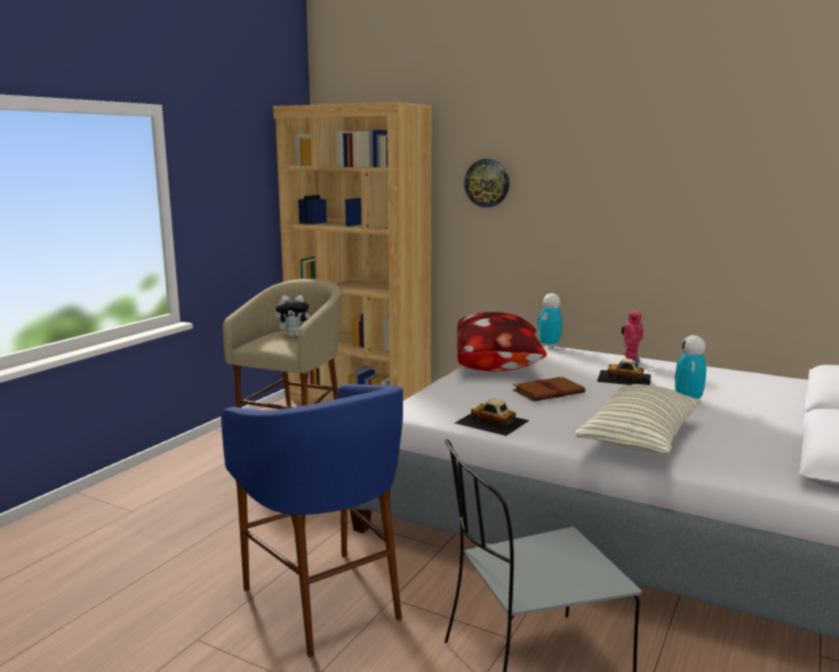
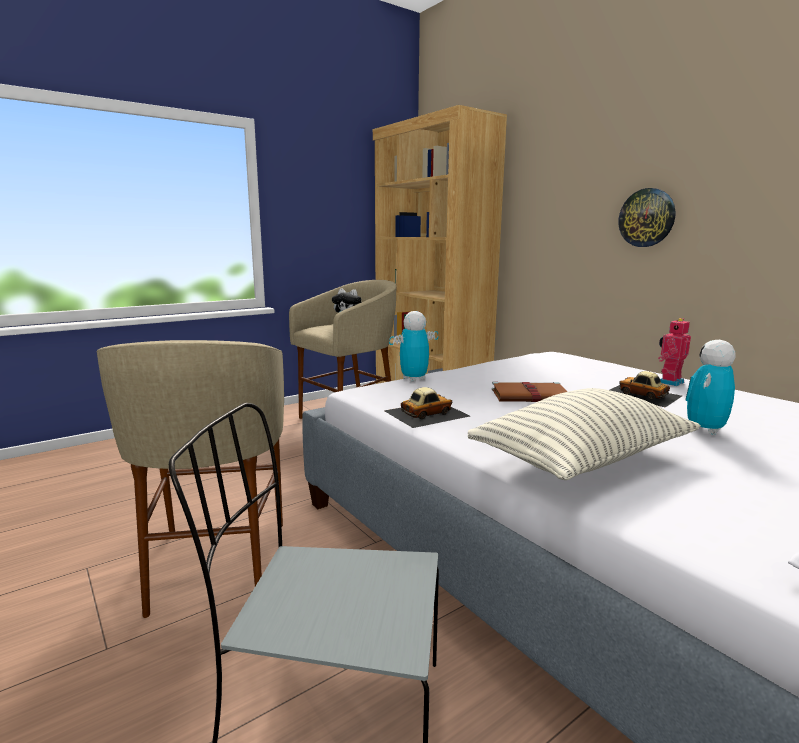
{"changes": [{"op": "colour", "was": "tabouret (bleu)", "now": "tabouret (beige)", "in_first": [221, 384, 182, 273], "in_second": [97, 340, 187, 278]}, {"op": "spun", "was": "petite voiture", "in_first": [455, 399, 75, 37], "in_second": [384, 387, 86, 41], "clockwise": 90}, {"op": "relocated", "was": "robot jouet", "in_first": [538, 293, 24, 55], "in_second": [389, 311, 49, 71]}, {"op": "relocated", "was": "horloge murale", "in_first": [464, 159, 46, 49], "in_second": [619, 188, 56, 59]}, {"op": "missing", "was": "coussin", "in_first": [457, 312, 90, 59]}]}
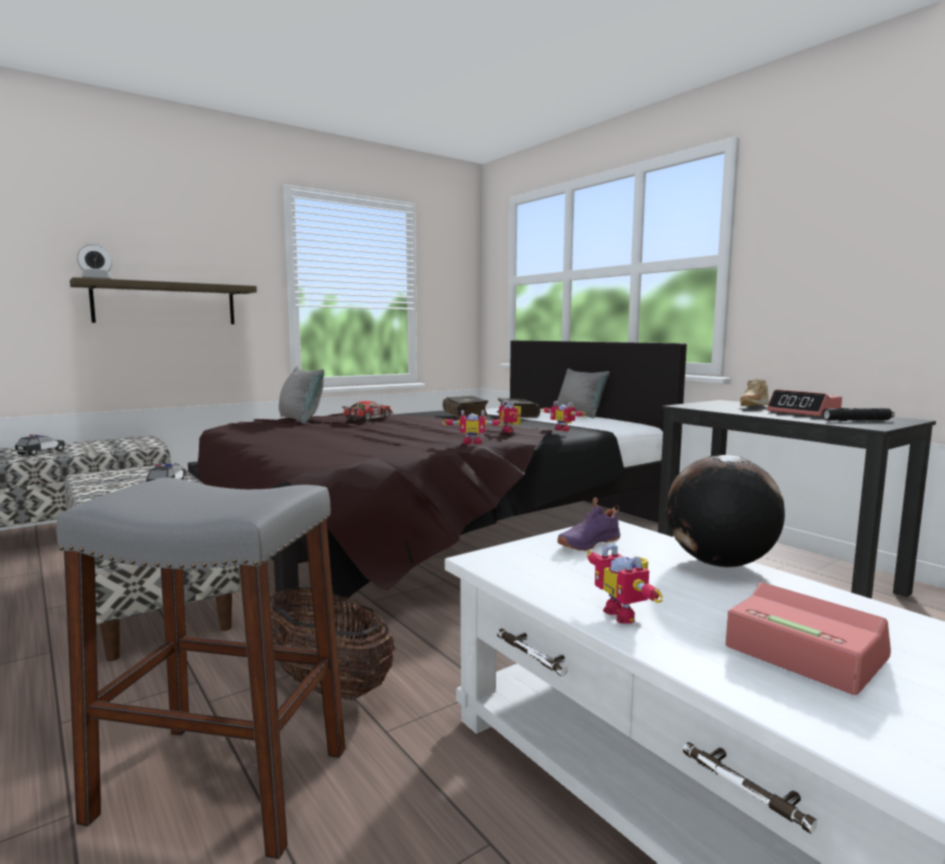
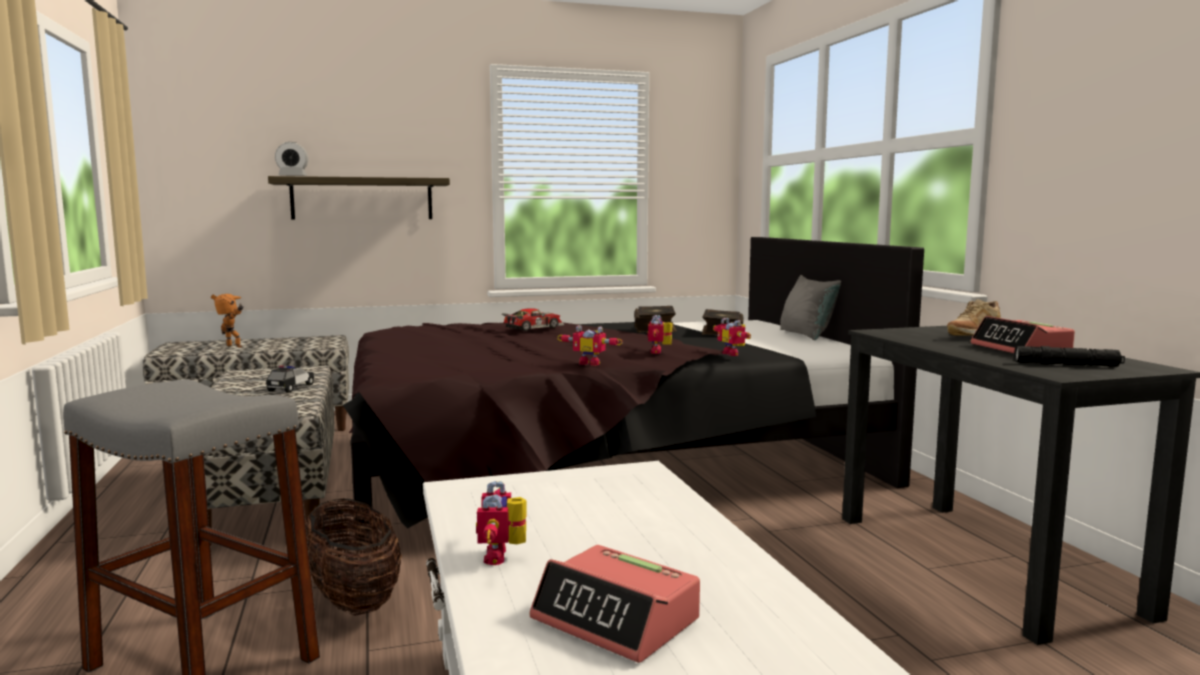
{"changes": [{"op": "exchanged", "was": "petite voiture", "now": "robot jouet", "in_first": [15, 434, 50, 22], "in_second": [211, 294, 32, 54]}, {"op": "spun", "was": "réveil", "in_first": [726, 582, 165, 113], "in_second": [529, 545, 171, 118], "clockwise": 150}, {"op": "missing", "was": "coussin (gris)", "in_first": [279, 367, 45, 56]}, {"op": "missing", "was": "chaussure (violet)", "in_first": [557, 497, 64, 54]}, {"op": "missing", "was": "globe", "in_first": [666, 455, 119, 113]}]}
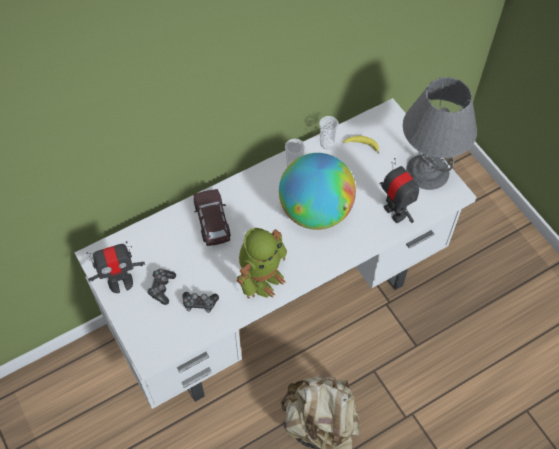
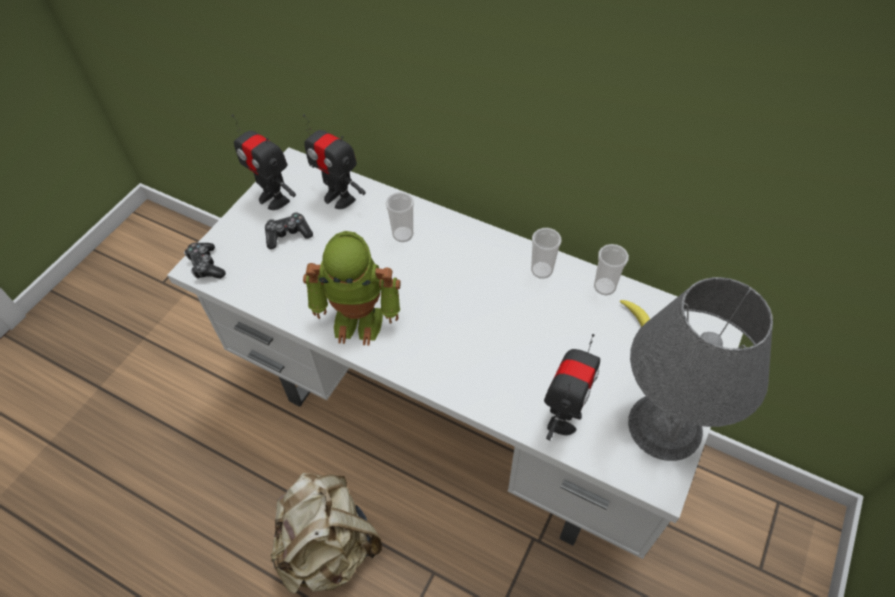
{"changes": [{"op": "relocated", "was": "manette", "in_first": [182, 292, 37, 21], "in_second": [184, 242, 42, 37]}, {"op": "appeared", "now": "robot jouet", "in_second": [303, 114, 62, 95]}, {"op": "exchanged", "was": "petite voiture (marron)", "now": "tasse", "in_first": [193, 189, 38, 57], "in_second": [386, 192, 28, 50]}, {"op": "missing", "was": "globe", "in_first": [279, 153, 77, 77]}]}
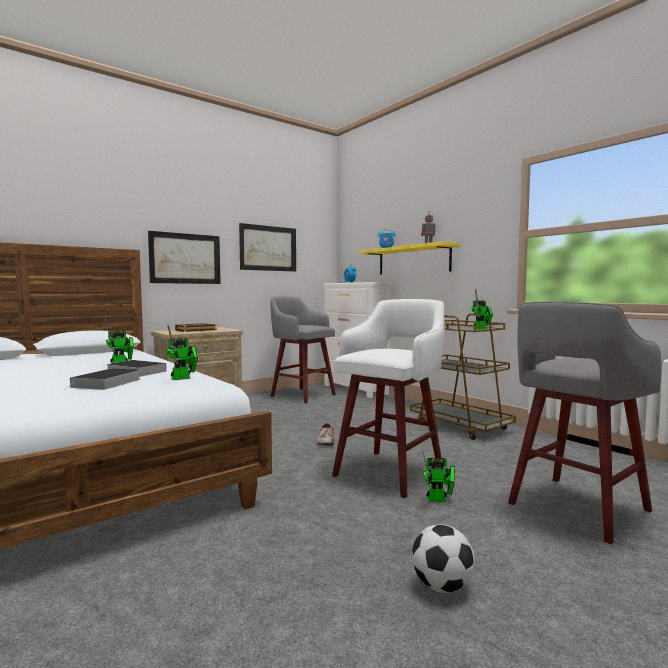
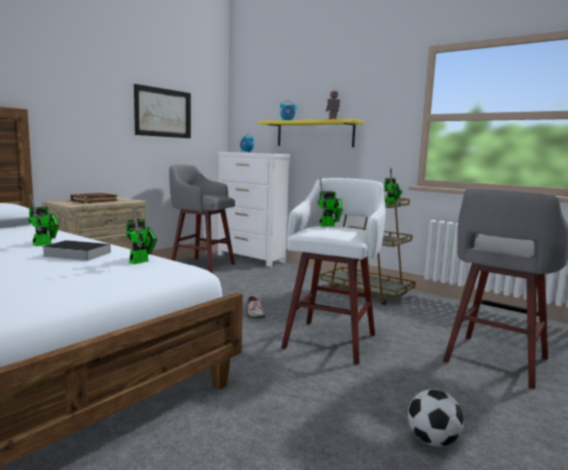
{"changes": [{"op": "relocated", "was": "robot jouet", "in_first": [422, 449, 33, 53], "in_second": [317, 178, 26, 49]}, {"op": "missing", "was": "livre", "in_first": [64, 368, 77, 22]}, {"op": "missing", "was": "tableau", "in_first": [148, 231, 73, 53]}]}
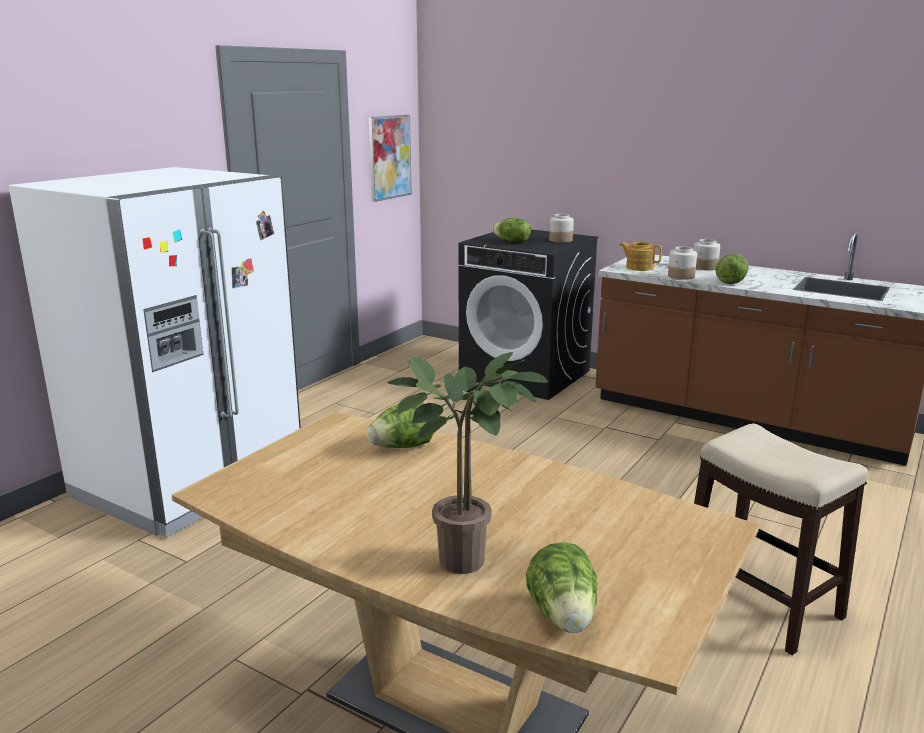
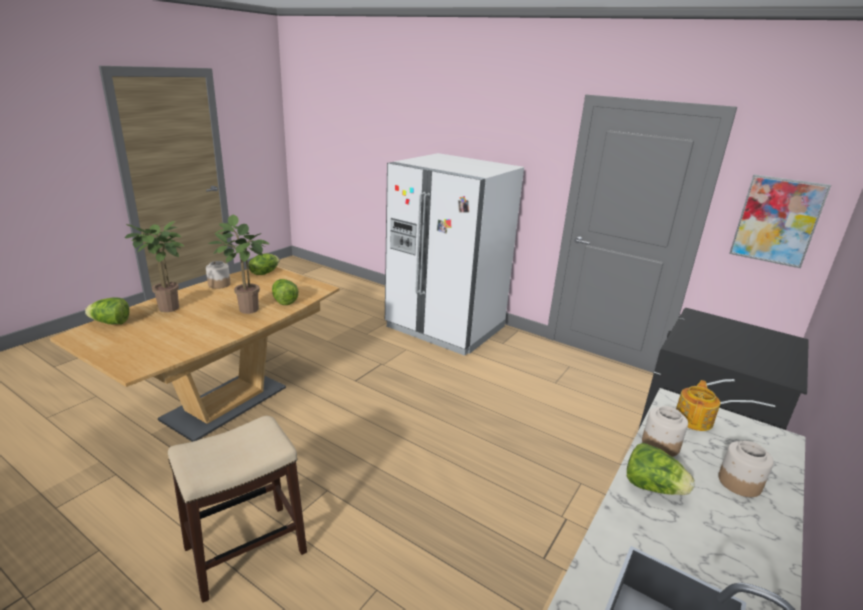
{"changes": [{"op": "relocated", "was": "bocal", "in_first": [549, 214, 25, 29], "in_second": [206, 261, 25, 28]}, {"op": "appeared", "now": "plante en pot", "in_second": [208, 215, 61, 99]}, {"op": "relocated", "was": "laitue", "in_first": [492, 218, 39, 24], "in_second": [248, 253, 31, 22]}]}
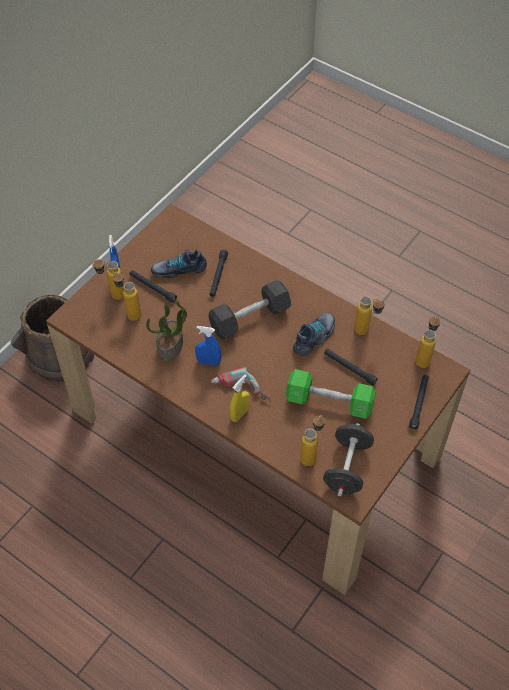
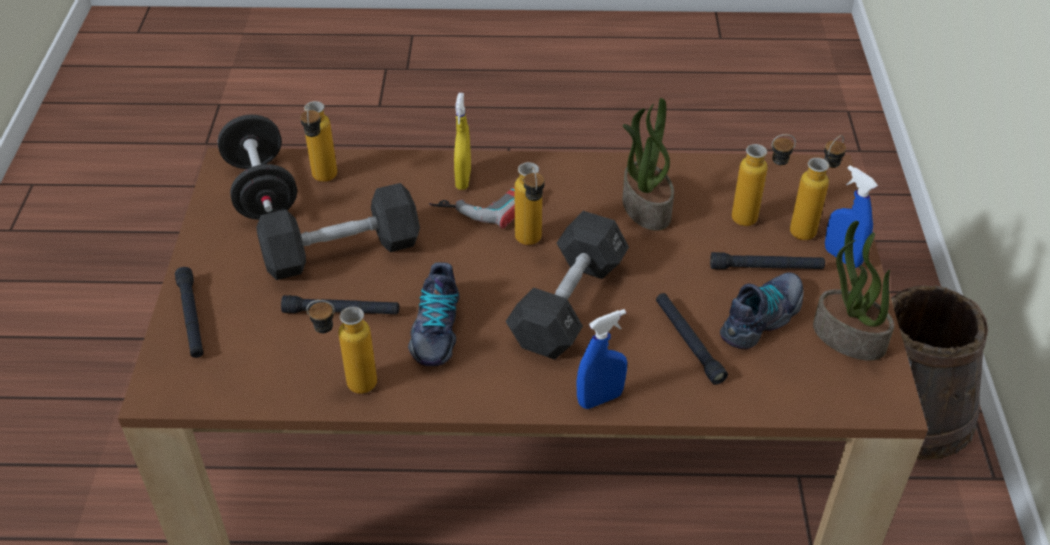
{"changes": [{"op": "colour", "was": "haltère (vert)", "now": "haltère (noir)", "in_first": [286, 369, 90, 50], "in_second": [256, 183, 164, 97]}, {"op": "relocated", "was": "bouteille", "in_first": [416, 315, 24, 53], "in_second": [515, 162, 30, 83]}, {"op": "relocated", "was": "vaporisateur (bleu)", "in_first": [195, 326, 26, 40], "in_second": [577, 309, 50, 100]}, {"op": "appeared", "now": "plante en pot", "in_second": [813, 221, 81, 140]}]}
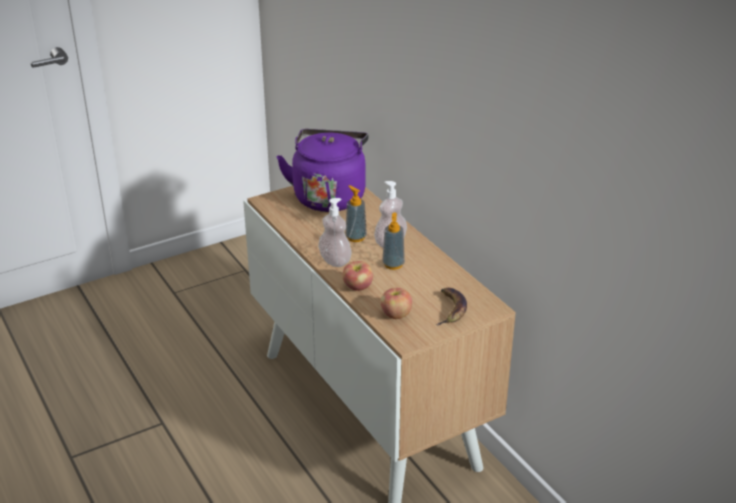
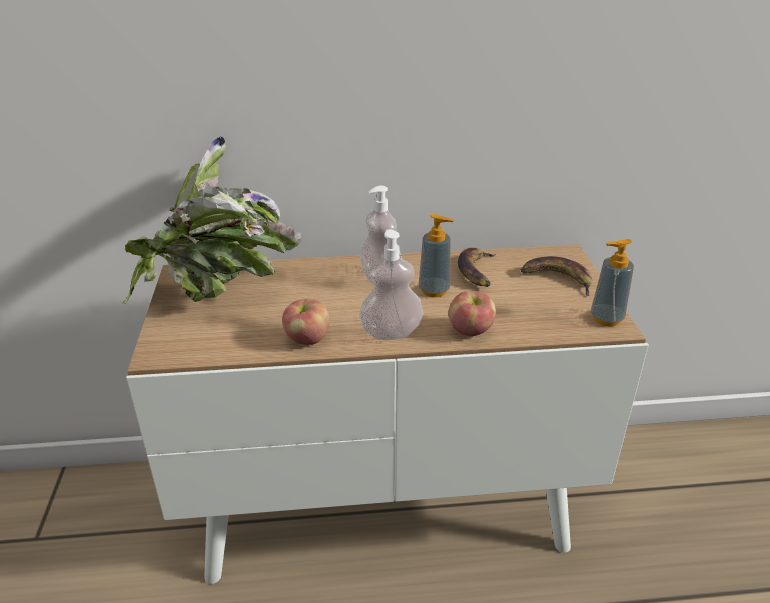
{"changes": [{"op": "exchanged", "was": "bouilloire (violet)", "now": "plante en pot", "in_first": [276, 129, 93, 83], "in_second": [121, 137, 180, 167]}, {"op": "relocated", "was": "pomme", "in_first": [380, 288, 32, 31], "in_second": [282, 299, 47, 46]}, {"op": "appeared", "now": "banane", "in_second": [458, 247, 38, 40]}, {"op": "relocated", "was": "distributeur de savon", "in_first": [345, 185, 22, 57], "in_second": [591, 239, 43, 87]}]}
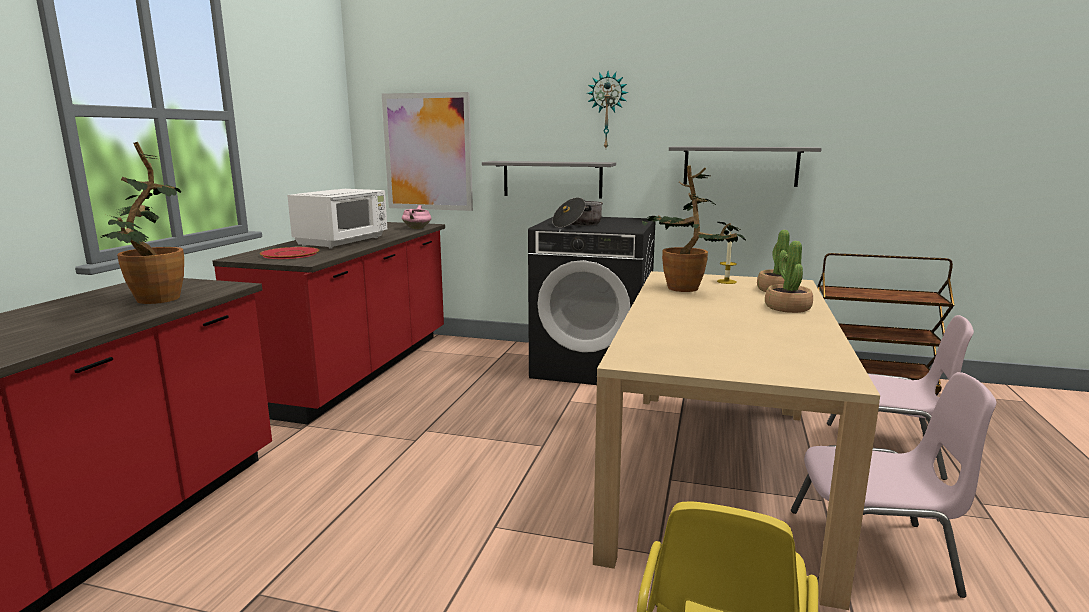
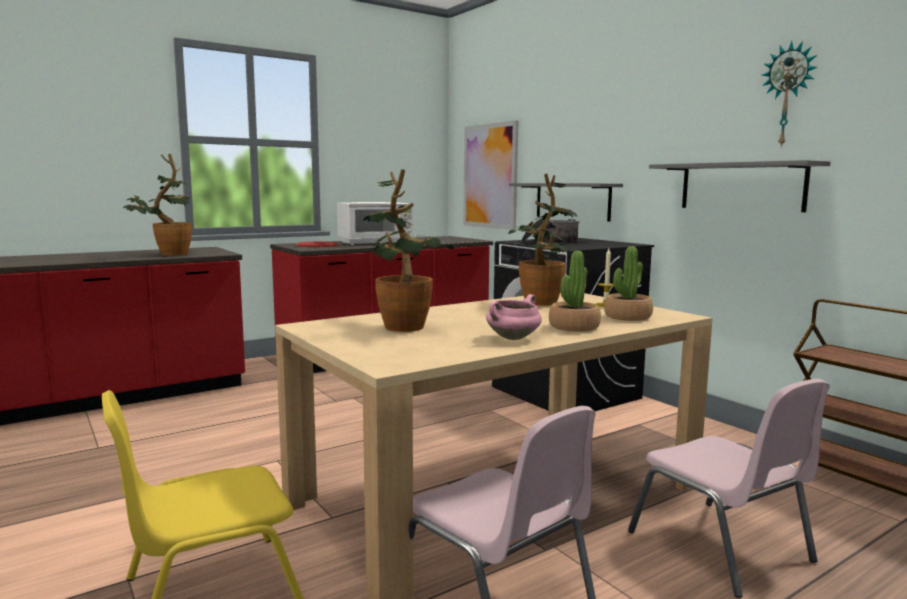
{"changes": [{"op": "appeared", "now": "plante en pot", "in_second": [363, 169, 91, 163]}, {"op": "relocated", "was": "marmite (rose)", "in_first": [402, 205, 29, 24], "in_second": [486, 294, 56, 46]}, {"op": "relocated", "was": "horloge murale", "in_first": [587, 71, 42, 77], "in_second": [762, 41, 55, 107]}]}
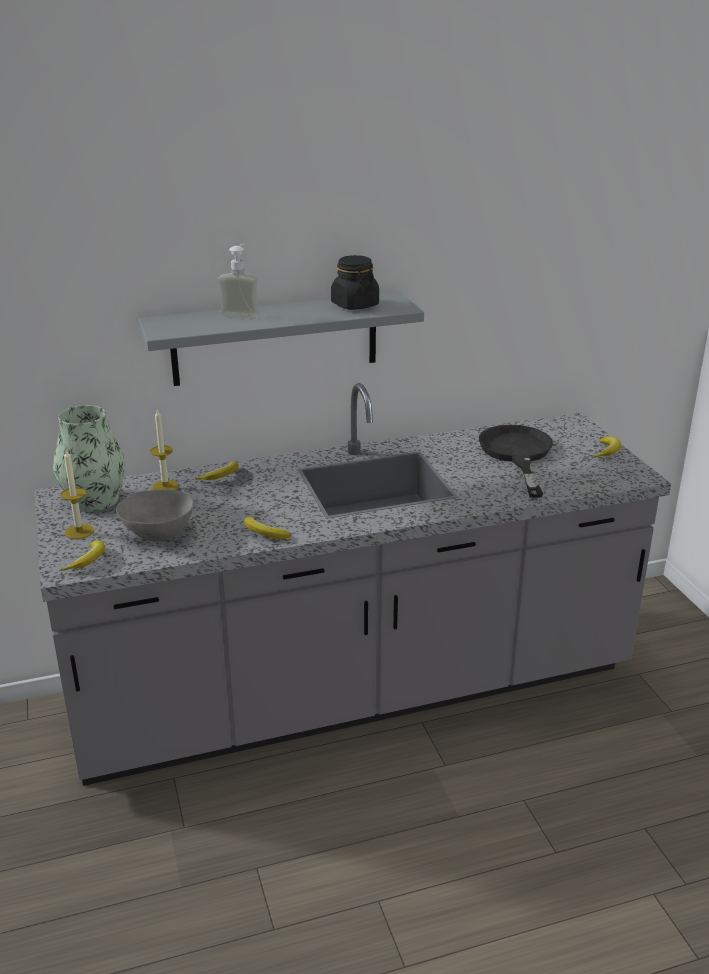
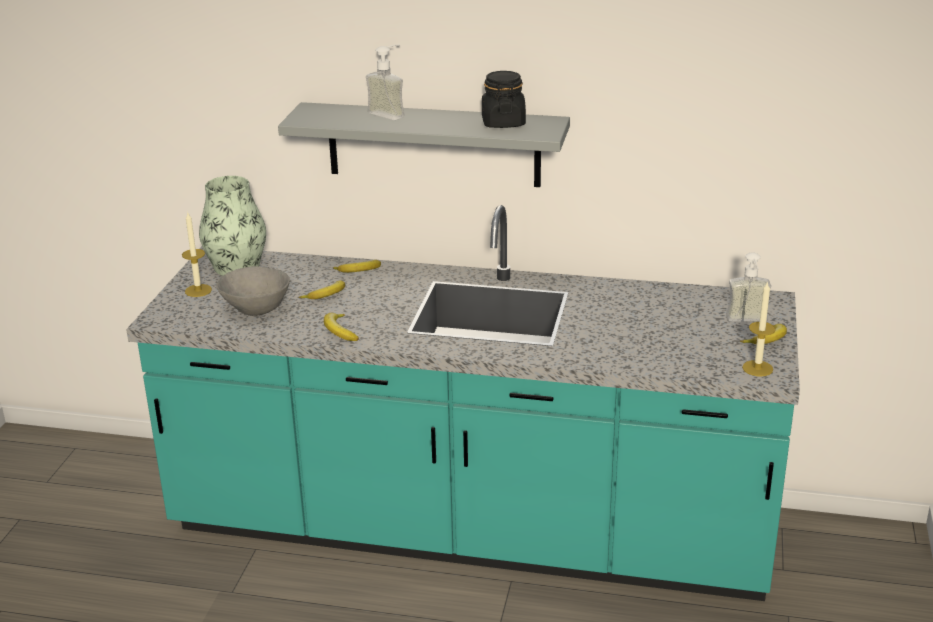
{"changes": [{"op": "colour", "was": "comptoir de cuisine (gris)", "now": "comptoir de cuisine (turquoise)", "in_first": [34, 383, 637, 403], "in_second": [126, 205, 674, 396]}, {"op": "relocated", "was": "banane", "in_first": [61, 540, 44, 31], "in_second": [299, 280, 46, 19]}, {"op": "appeared", "now": "distributeur de savon", "in_second": [726, 252, 45, 69]}, {"op": "relocated", "was": "bougie", "in_first": [150, 410, 29, 80], "in_second": [742, 281, 34, 95]}, {"op": "missing", "was": "poêle (noir)", "in_first": [479, 425, 74, 73]}]}
